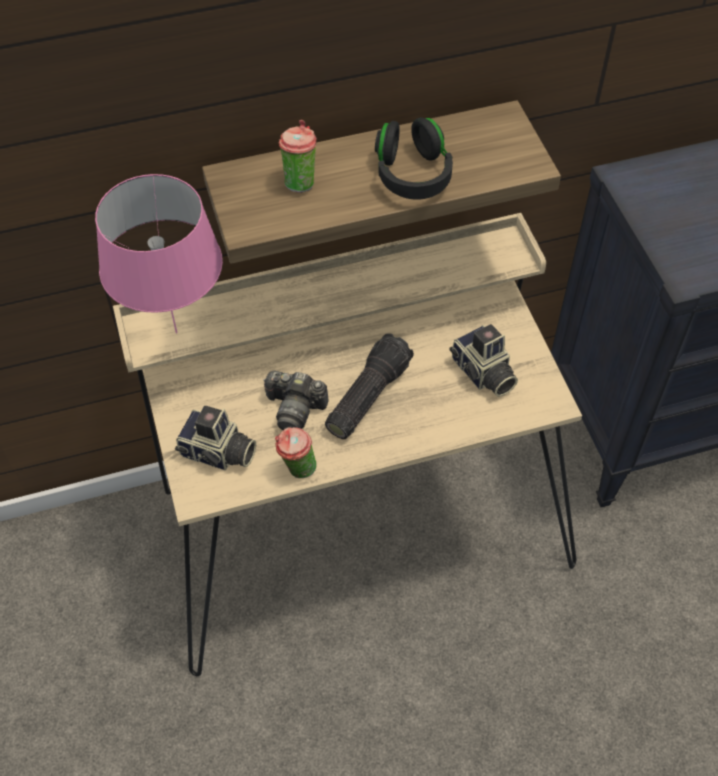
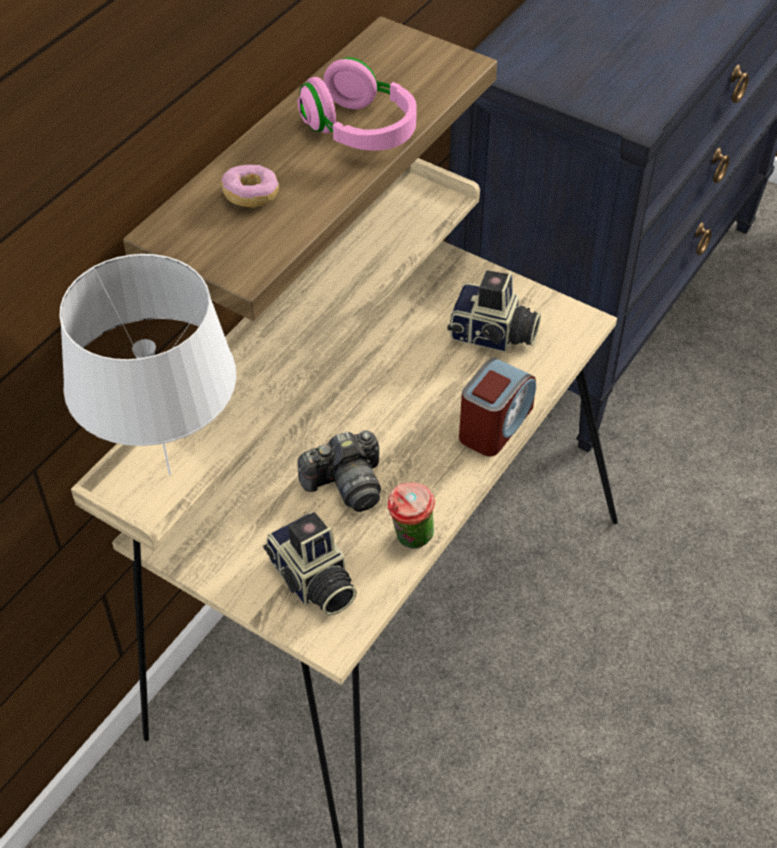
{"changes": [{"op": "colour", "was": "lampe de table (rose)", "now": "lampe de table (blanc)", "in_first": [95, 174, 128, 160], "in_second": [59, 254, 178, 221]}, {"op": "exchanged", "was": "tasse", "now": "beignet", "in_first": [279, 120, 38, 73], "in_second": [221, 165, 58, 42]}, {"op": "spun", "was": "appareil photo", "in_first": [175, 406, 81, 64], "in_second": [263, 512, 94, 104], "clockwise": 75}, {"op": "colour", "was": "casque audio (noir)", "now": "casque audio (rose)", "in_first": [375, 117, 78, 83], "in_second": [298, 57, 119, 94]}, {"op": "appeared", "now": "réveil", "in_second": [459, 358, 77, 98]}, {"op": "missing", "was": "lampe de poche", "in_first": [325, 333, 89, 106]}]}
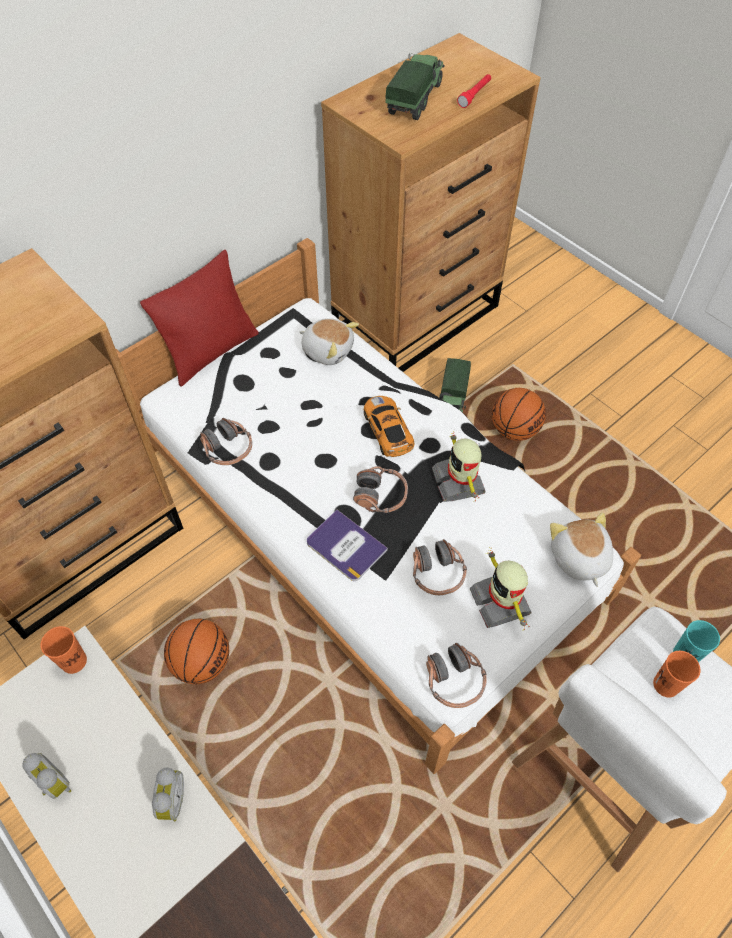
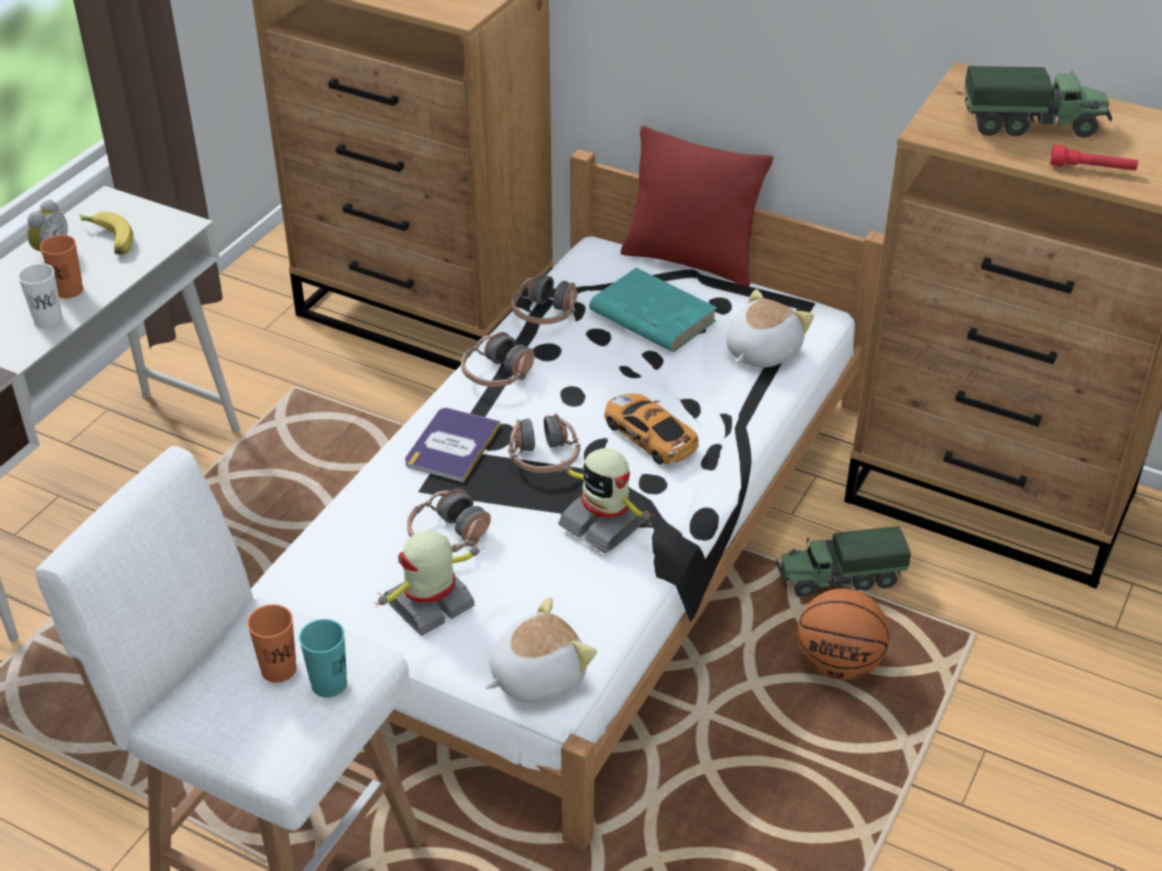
{"changes": [{"op": "exchanged", "was": "réveil", "now": "tasse (blanc)", "in_first": [152, 768, 32, 54], "in_second": [18, 263, 45, 65]}, {"op": "relocated", "was": "tasse (orange)", "in_first": [41, 626, 46, 48], "in_second": [40, 235, 43, 63]}, {"op": "appeared", "now": "banane", "in_second": [79, 211, 55, 44]}, {"op": "relocated", "was": "casque audio", "in_first": [426, 643, 61, 65], "in_second": [461, 332, 73, 55]}, {"op": "spun", "was": "robot jouet", "in_first": [432, 431, 54, 71], "in_second": [558, 448, 97, 105], "clockwise": -105}, {"op": "appeared", "now": "livre (turquoise)", "in_second": [589, 268, 128, 84]}, {"op": "spun", "was": "petite voiture", "in_first": [364, 396, 50, 61], "in_second": [604, 394, 95, 70], "clockwise": -90}, {"op": "spun", "was": "peluche", "in_first": [300, 318, 59, 47], "in_second": [726, 289, 88, 79], "clockwise": -150}, {"op": "missing", "was": "ballon de basket", "in_first": [164, 619, 65, 65]}]}
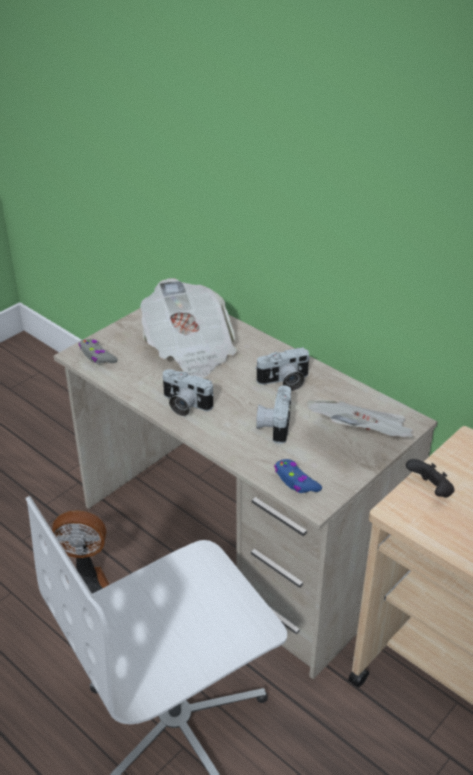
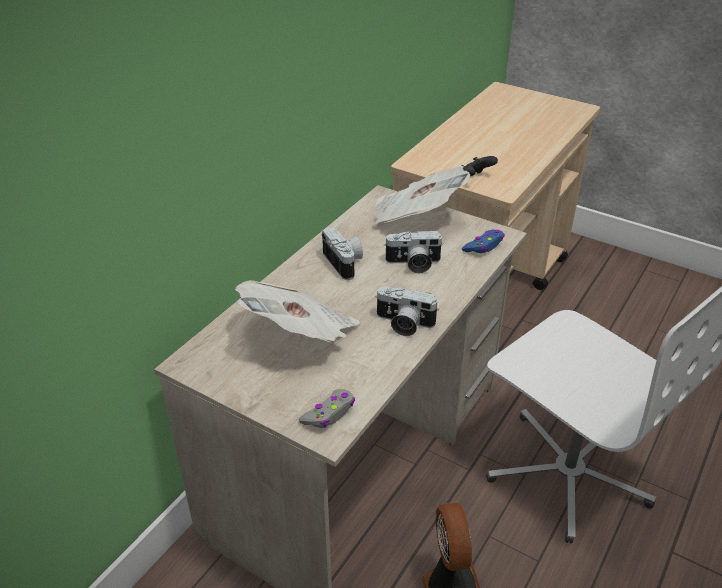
{"changes": [{"op": "spun", "was": "appareil photo", "in_first": [162, 369, 52, 47], "in_second": [375, 286, 64, 50], "clockwise": 90}]}
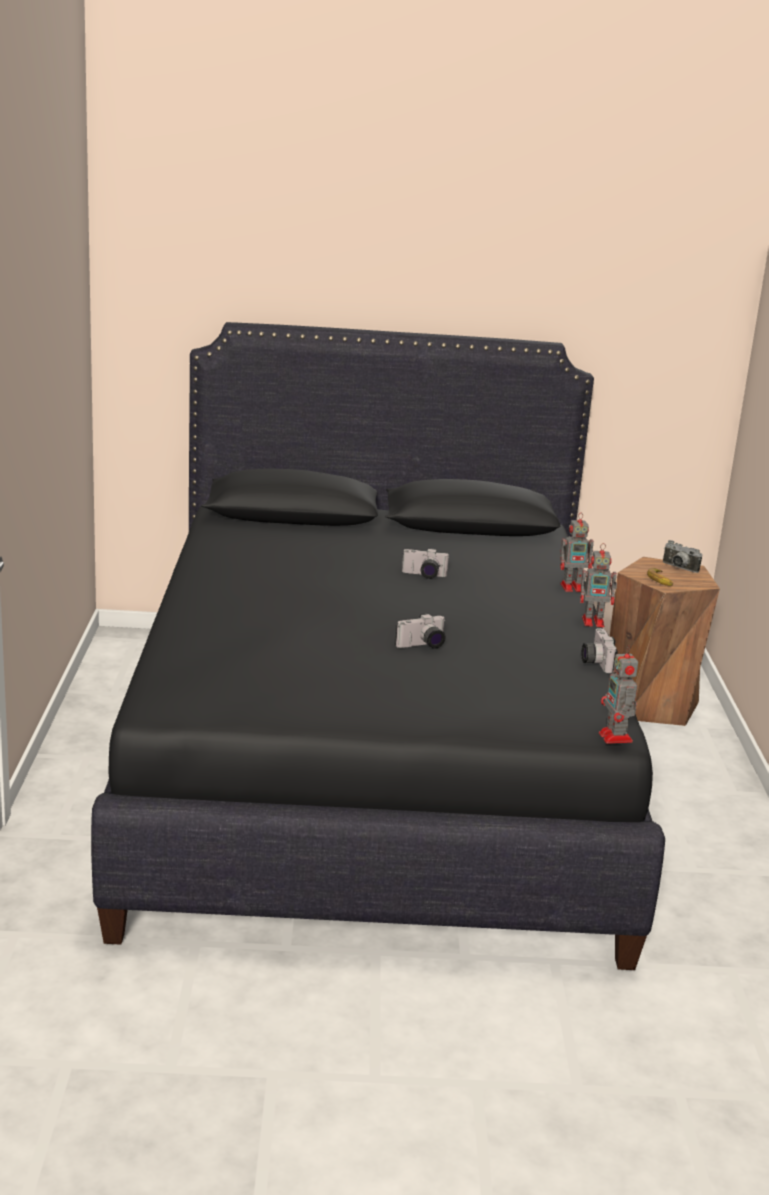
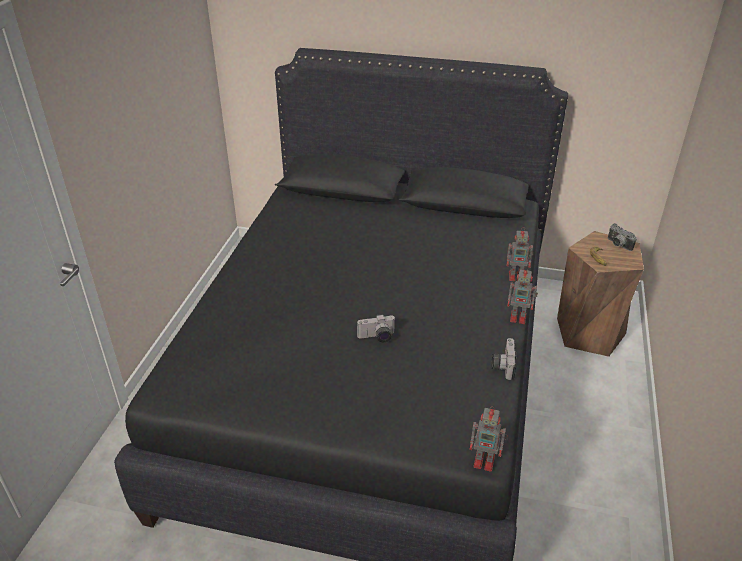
{"changes": [{"op": "spun", "was": "robot jouet", "in_first": [599, 645, 39, 99], "in_second": [469, 406, 39, 66], "clockwise": -75}, {"op": "missing", "was": "appareil photo", "in_first": [402, 548, 47, 31]}]}
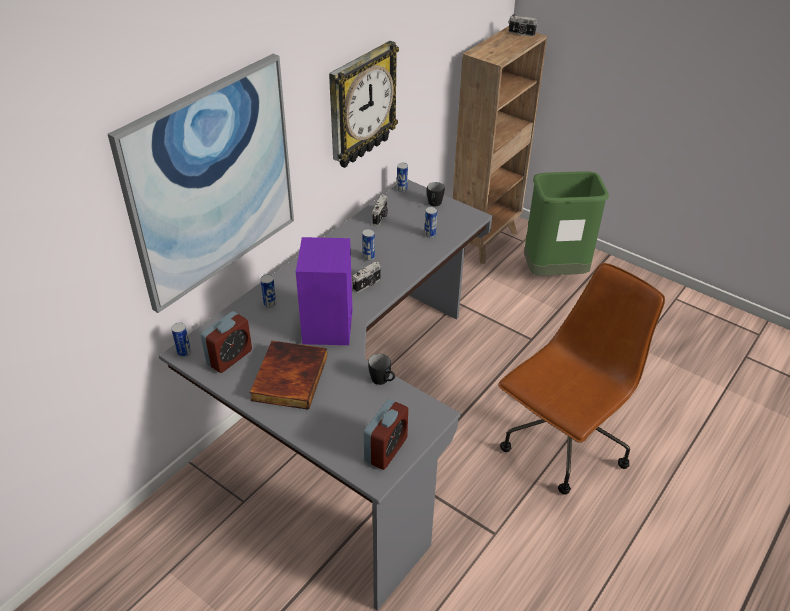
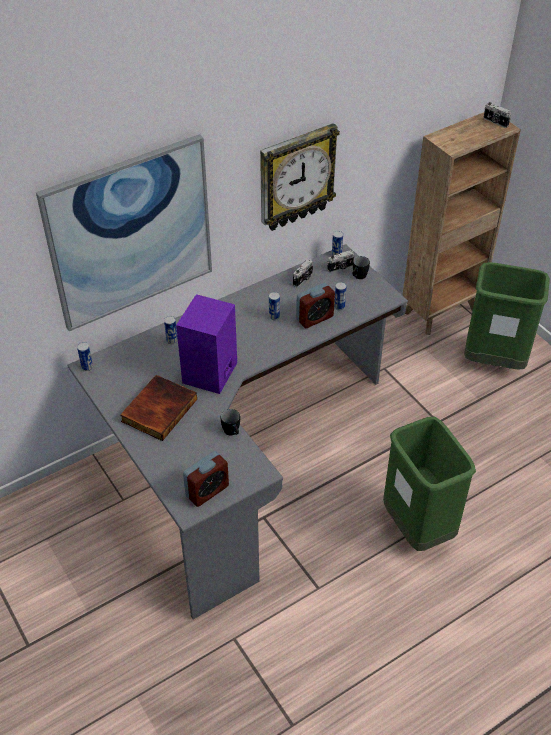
{"changes": [{"op": "relocated", "was": "réveil", "in_first": [201, 311, 51, 62], "in_second": [296, 283, 39, 45]}, {"op": "relocated", "was": "appareil photo", "in_first": [353, 262, 28, 31], "in_second": [327, 250, 28, 23]}, {"op": "exchanged", "was": "chaise de bureau (marron)", "now": "poubelle (vert)", "in_first": [498, 263, 167, 232], "in_second": [383, 417, 93, 134]}]}
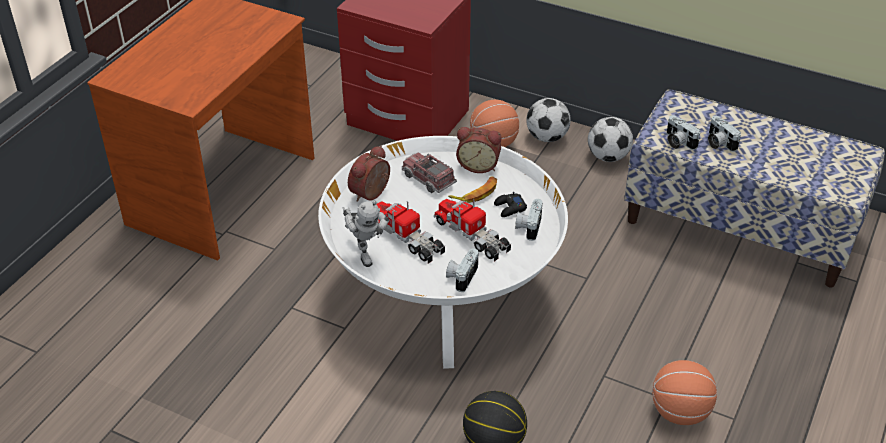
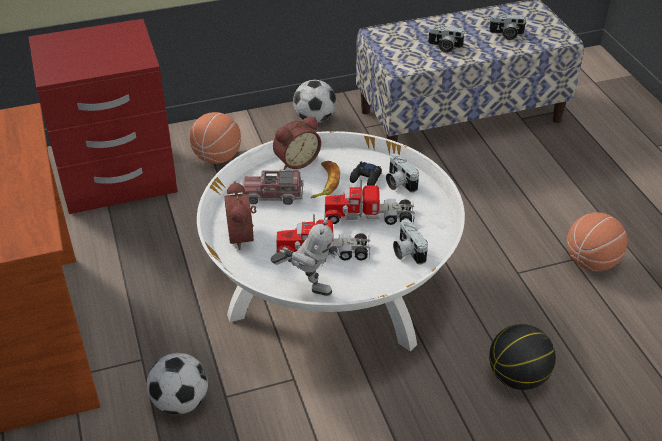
{"changes": [{"op": "relocated", "was": "ballon de foot", "in_first": [526, 98, 45, 44], "in_second": [147, 353, 61, 62]}, {"op": "relocated", "was": "appareil photo", "in_first": [667, 115, 33, 35], "in_second": [489, 14, 38, 26]}]}
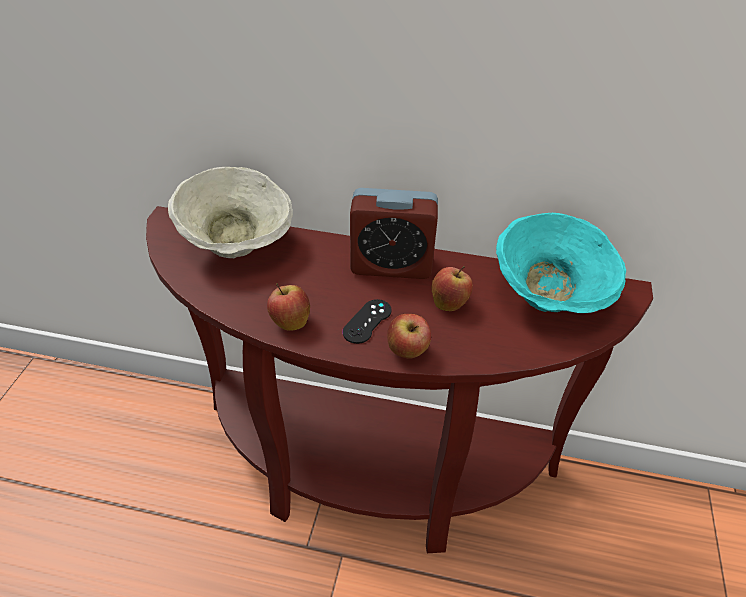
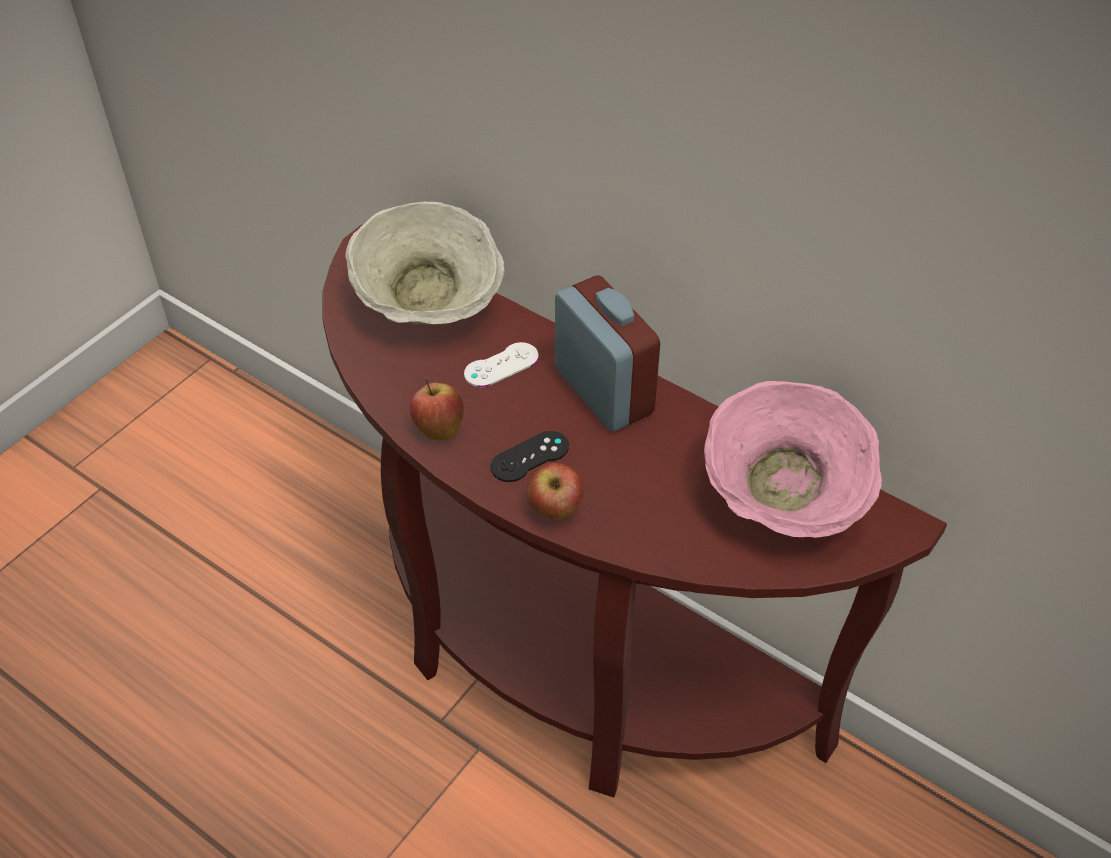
{"changes": [{"op": "appeared", "now": "manette (blanc)", "in_second": [464, 342, 75, 45]}, {"op": "spun", "was": "réveil", "in_first": [350, 188, 88, 91], "in_second": [555, 275, 105, 157], "clockwise": -150}, {"op": "colour", "was": "bol (turquoise)", "now": "bol (rose)", "in_first": [496, 213, 130, 100], "in_second": [704, 381, 178, 157]}, {"op": "missing", "was": "pomme", "in_first": [432, 266, 41, 45]}]}
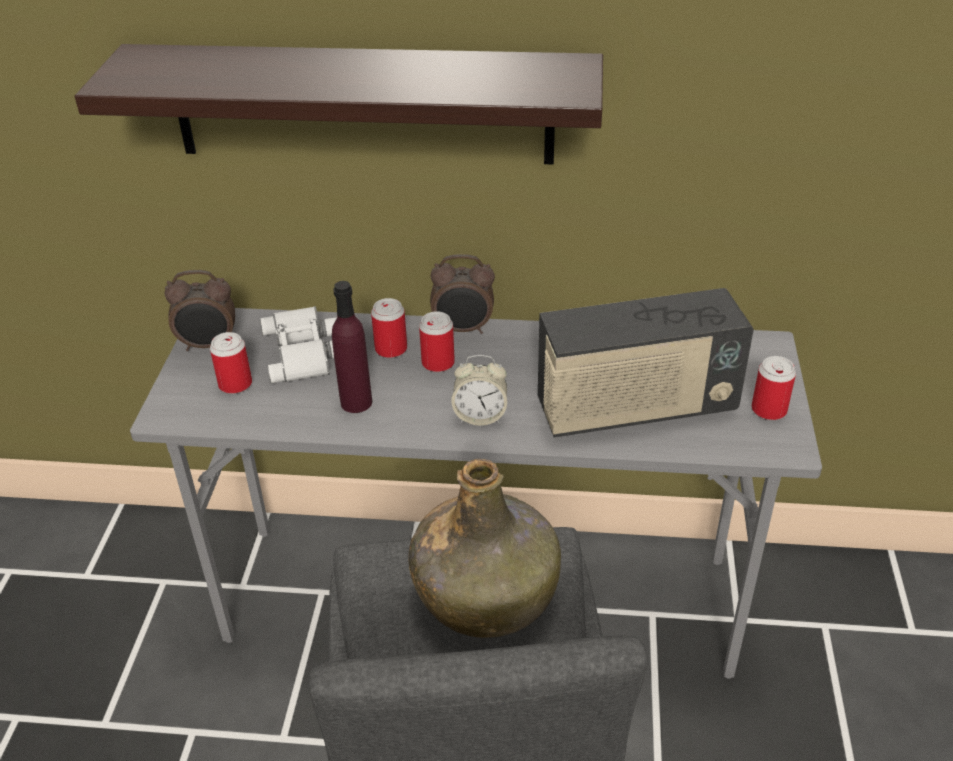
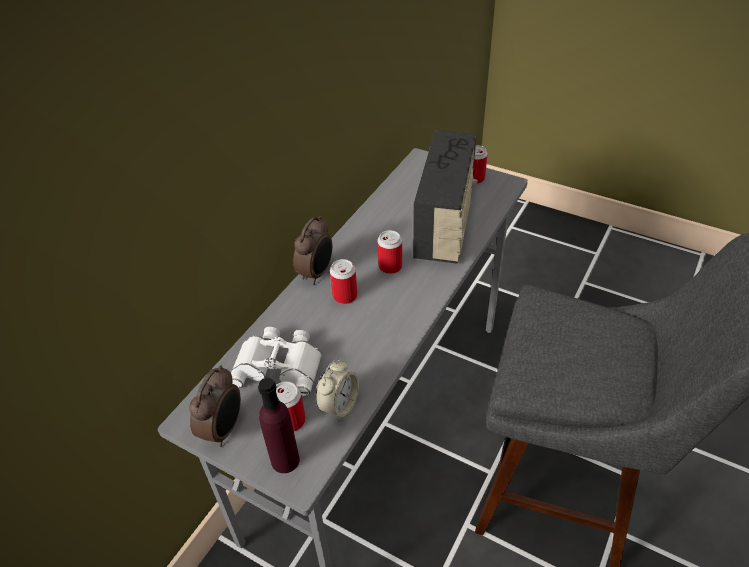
{"changes": [{"op": "relocated", "was": "bouteille (violet)", "in_first": [332, 281, 40, 132], "in_second": [258, 378, 42, 95]}, {"op": "relocated", "was": "réveil", "in_first": [451, 355, 56, 71], "in_second": [315, 360, 44, 61]}, {"op": "relocated", "was": "boîte métallique", "in_first": [371, 298, 36, 60], "in_second": [377, 230, 25, 44]}, {"op": "missing", "was": "étagère", "in_first": [75, 44, 528, 121]}, {"op": "missing", "was": "bouteille (vert)", "in_first": [409, 459, 152, 179]}]}
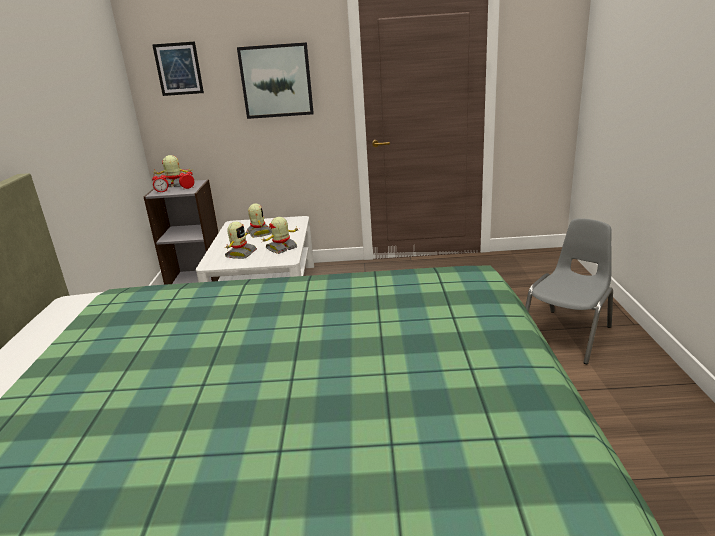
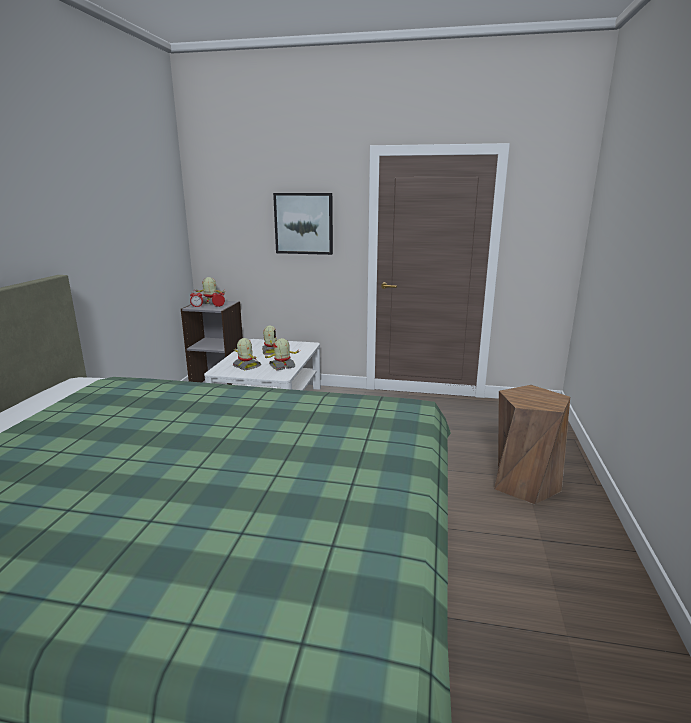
{"changes": [{"op": "spun", "was": "robot jouet", "in_first": [225, 222, 32, 37], "in_second": [233, 338, 28, 32], "clockwise": -75}, {"op": "exchanged", "was": "chaise (gris)", "now": "tabouret (marron)", "in_first": [525, 218, 88, 146], "in_second": [494, 385, 76, 120]}, {"op": "missing", "was": "tableau", "in_first": [152, 41, 52, 55]}]}
